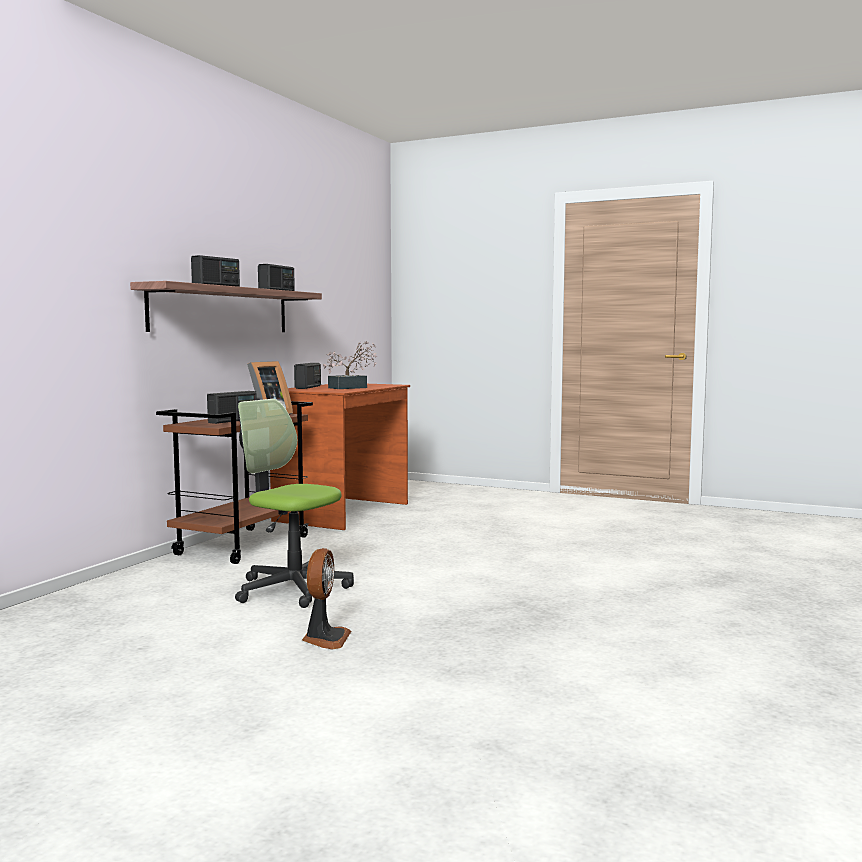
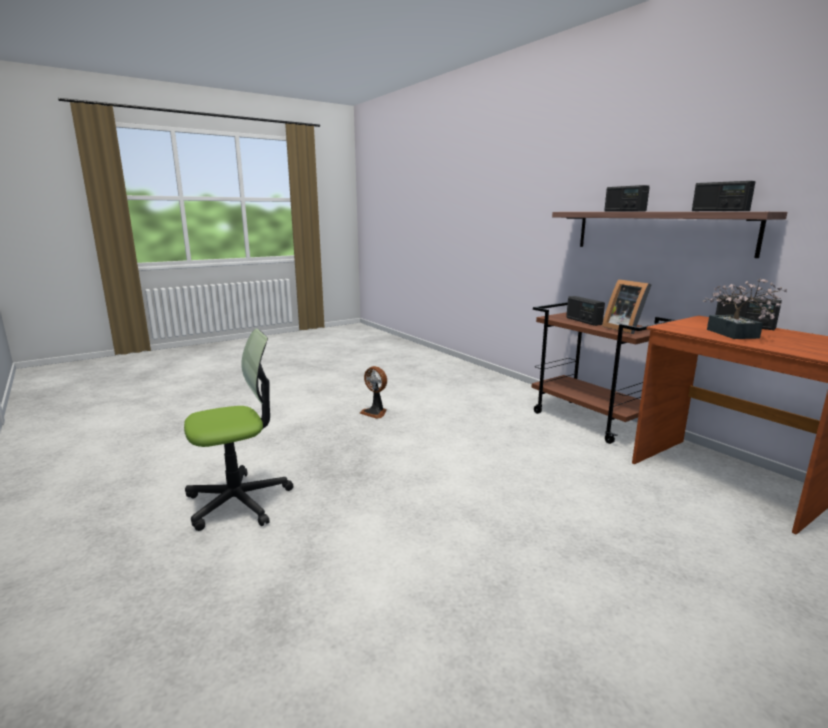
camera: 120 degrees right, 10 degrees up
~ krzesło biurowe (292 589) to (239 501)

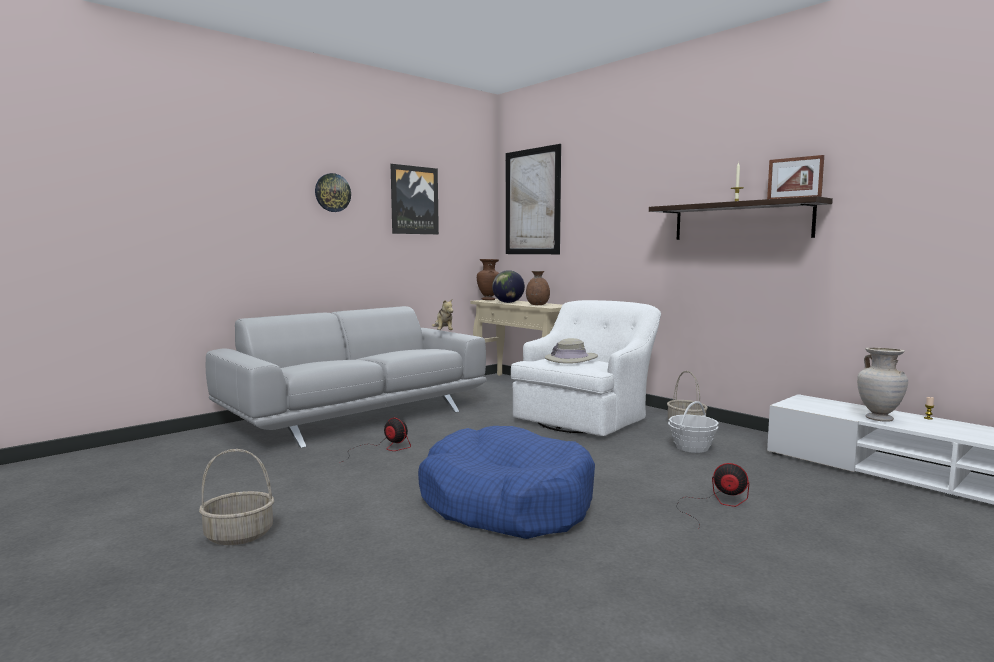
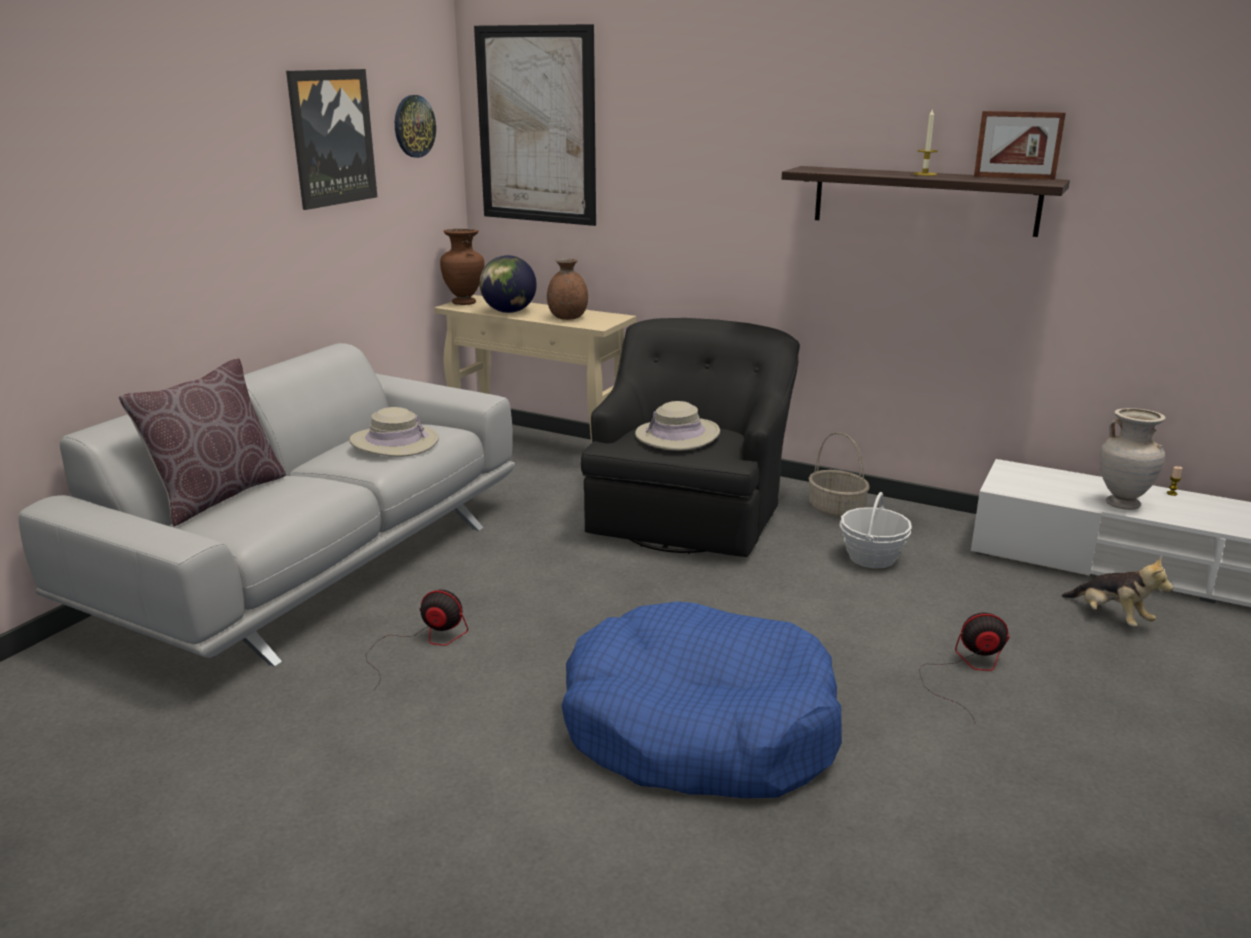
camera: 20 degrees left, 15 degrees up
~ zegar ścienny (332 192) to (414 126)
~ pluszak (443 333) to (1111 617)
~ fotel (biały) (586 417) to fotel (czarny) (689 513)
- koszyk (238 535)
+ poduszka (brązowy) (217 496)
+ kapelusz (beżowy) (394 442)

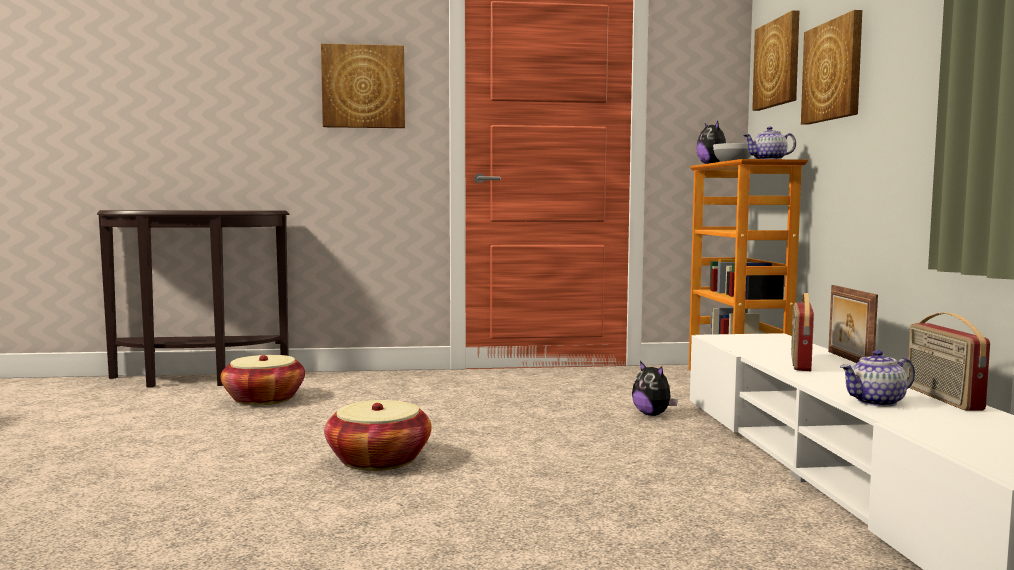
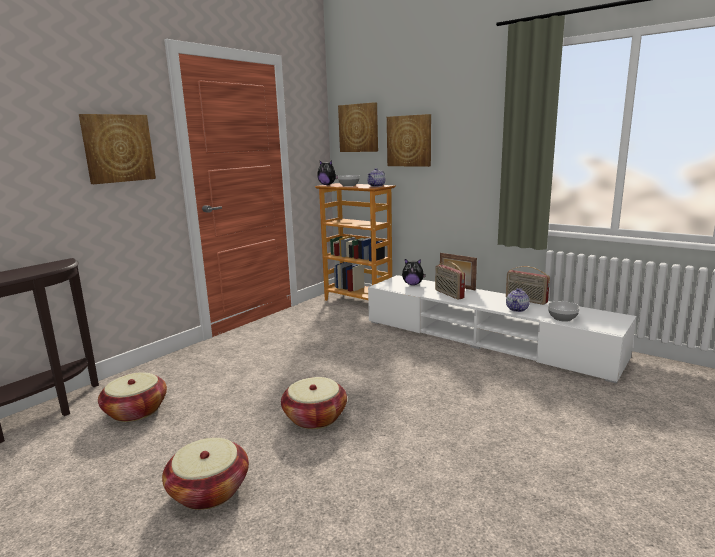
camera: 45 degrees left, 10 degrees up
~ pluszak (652 414) to (413 284)
+ miska (562 318)
+ koszyk (209 490)

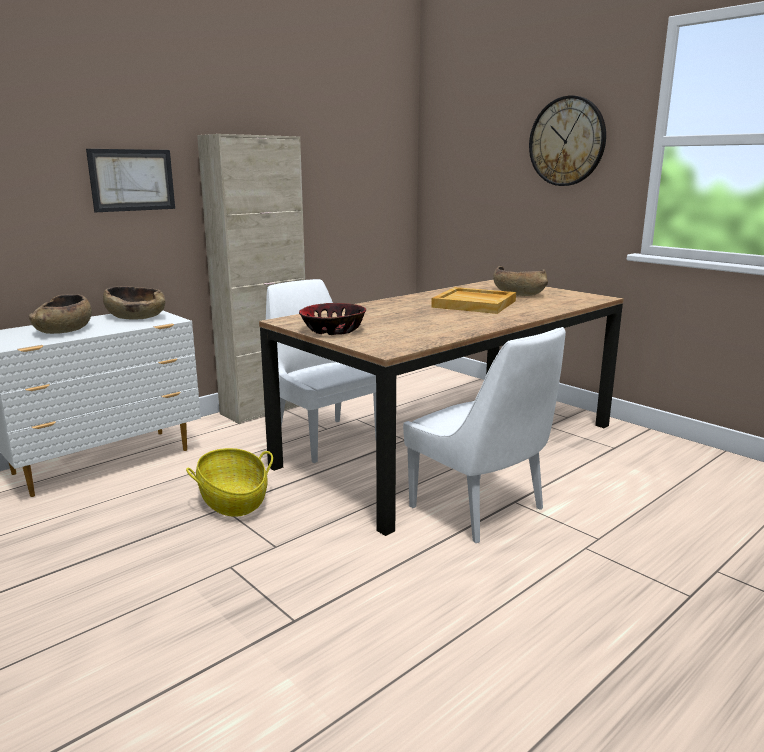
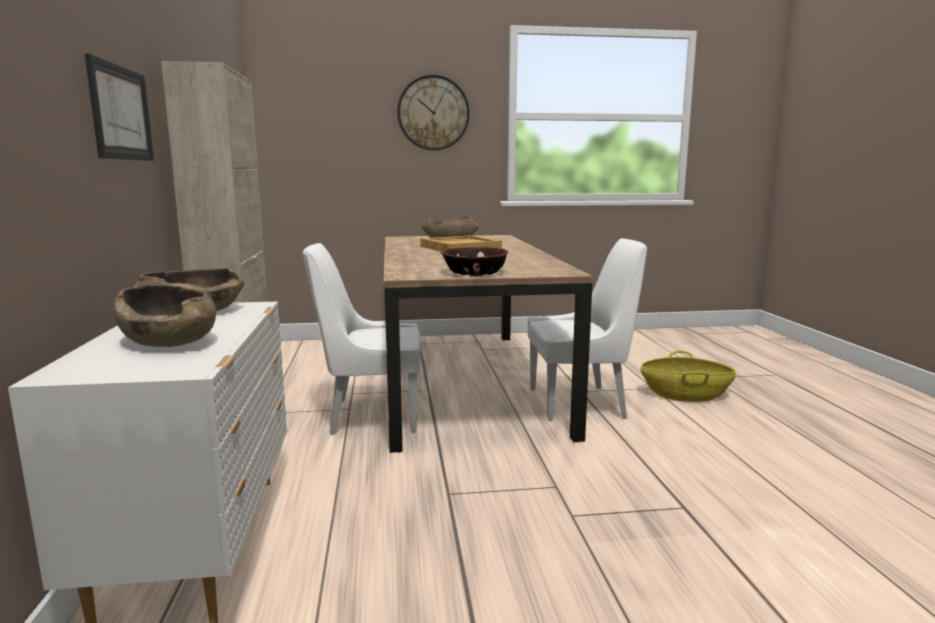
camera: 55 degrees left, 5 degrees down
~ koszyk (233 500) to (685 394)

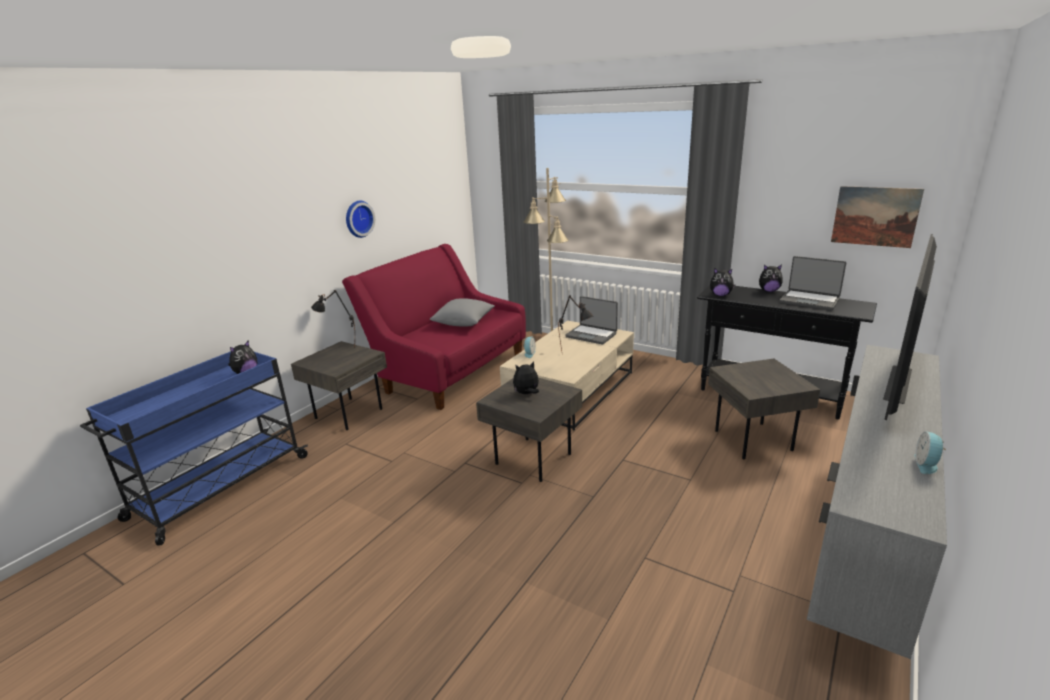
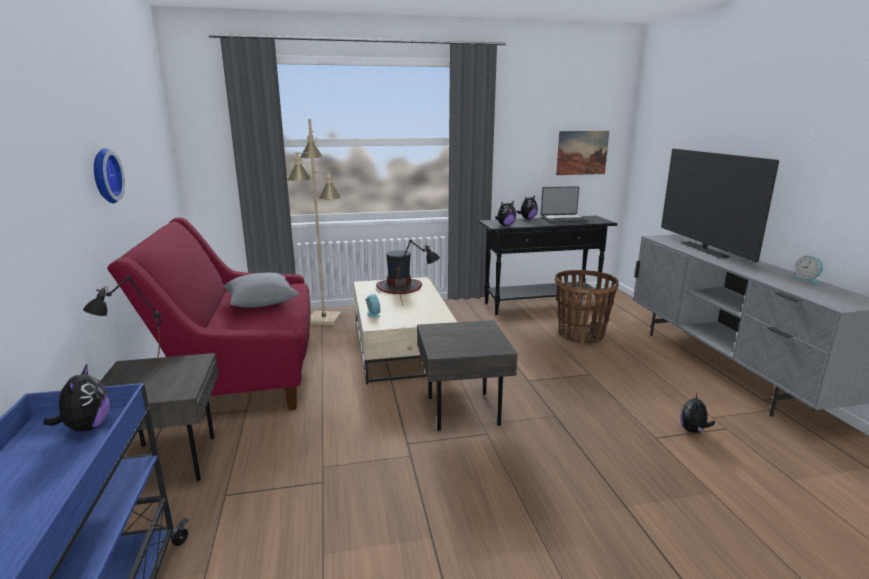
camera: 45 degrees left, 5 degrees down
~ laptop (591 335) to kapelusz (399 286)
~ stolik (szary) (755 441) to koszyk (581 335)
~ pluszak (527 394) to (693 431)

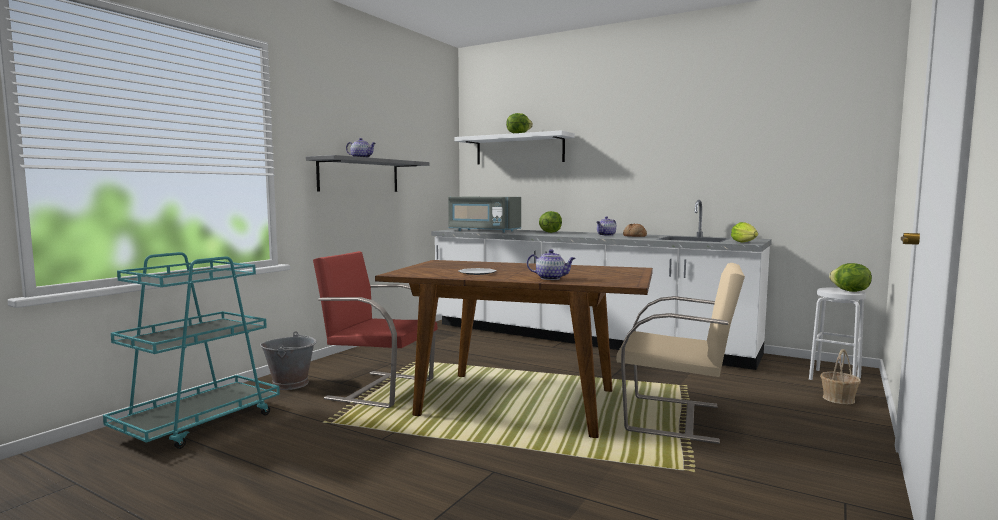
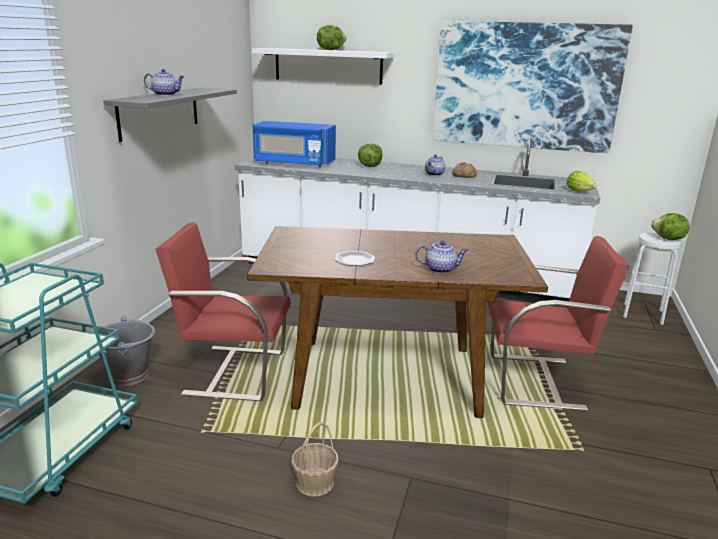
camera: 15 degrees left, 15 degrees up
~ mikrofalówka (szary) (483 231) to mikrofalówka (niebieski) (294 163)
~ krzesło (beżowy) (676 418) to krzesło (czerwony) (537 381)
~ koszyk (838 399) to (314 482)
+ obraz (525 86)

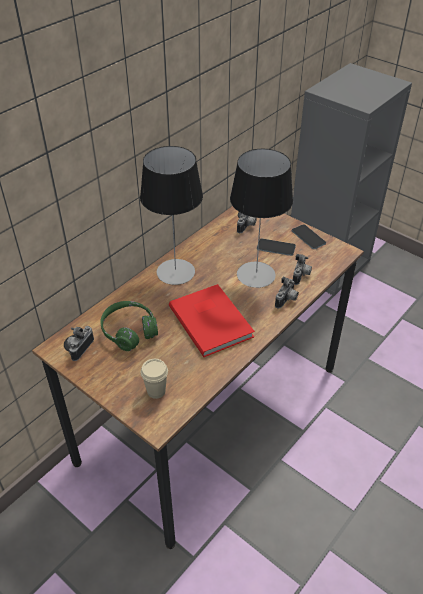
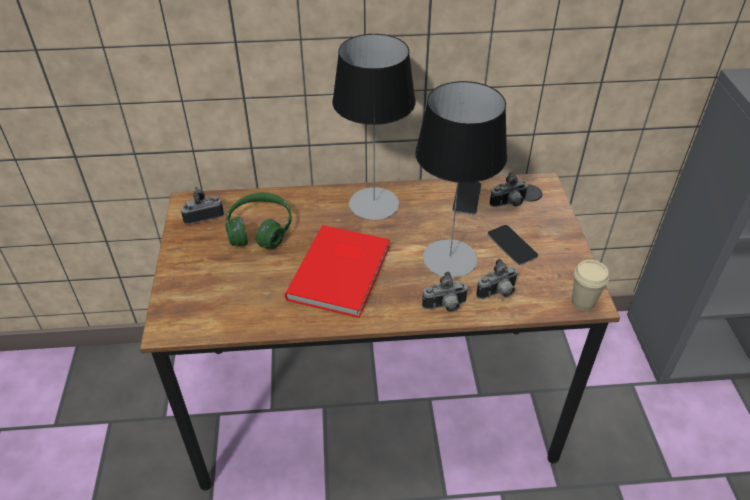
camera: 45 degrees right, 0 degrees up
~ telefon (308 237) to (467 197)
~ filiżanka (beżowy) (156 391) to (582 302)

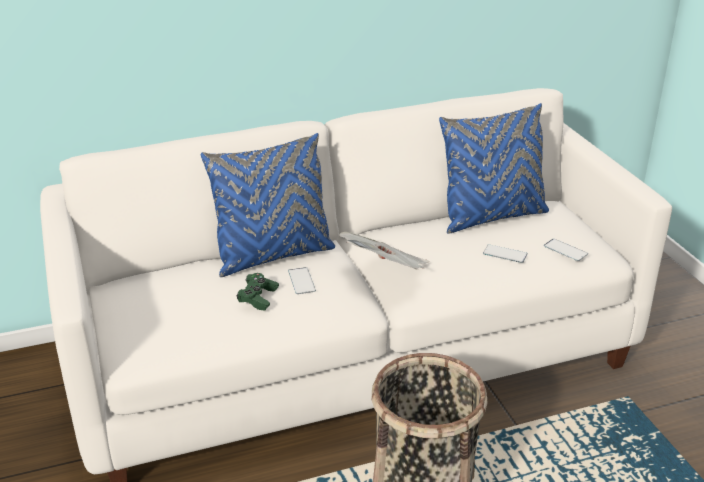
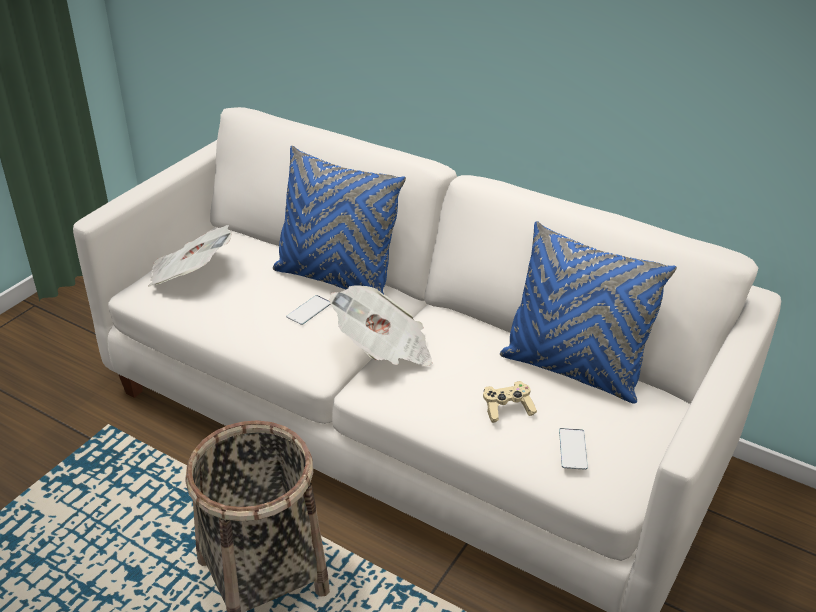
camera: 50 degrees right, 5 degrees up
~ telefon (505 254) to pad do gier (beżowy) (507 409)
- pad do gier (zielony) (258 298)
+ gazeta (191 276)

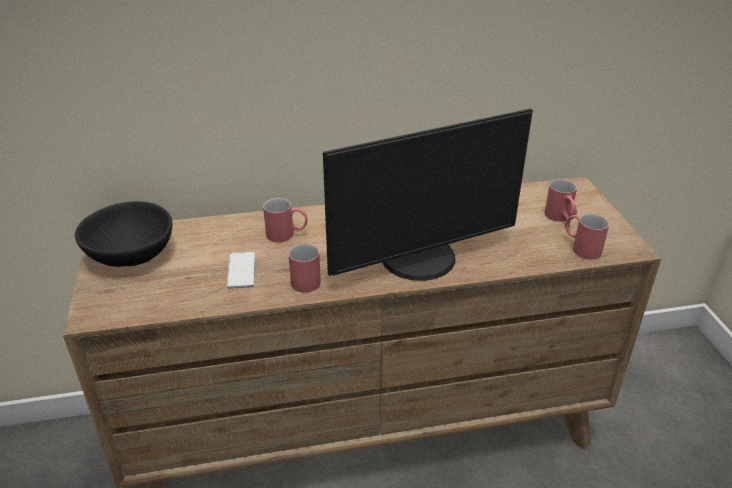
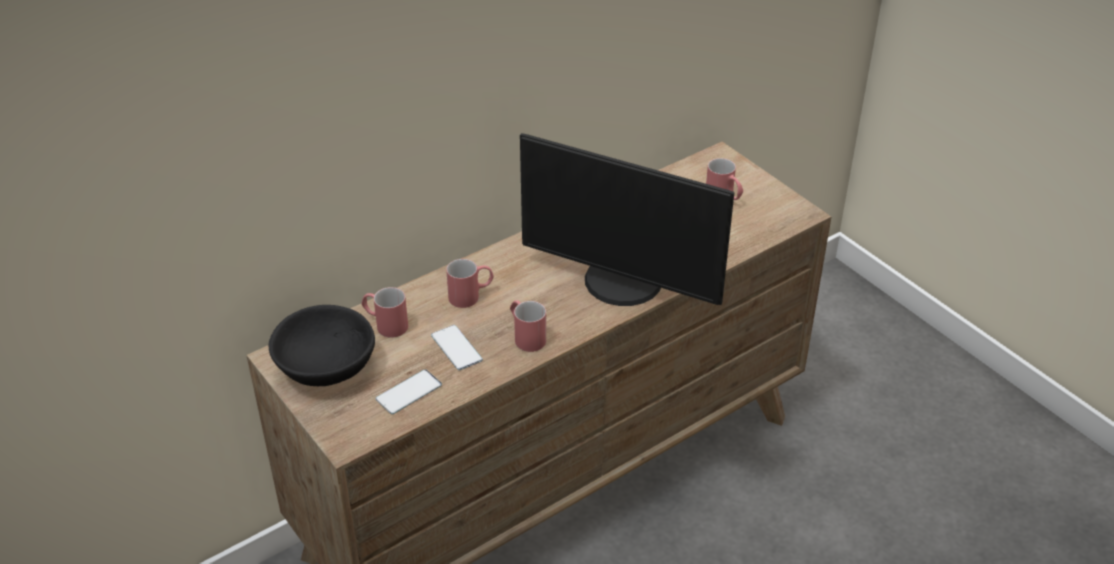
camera: 25 degrees left, 5 degrees up
~ monitor (420 260) = (621 283) 75 degrees clockwise
~ kubek (czerwony) (580 247) to (385 324)
+ telefon (409 392)

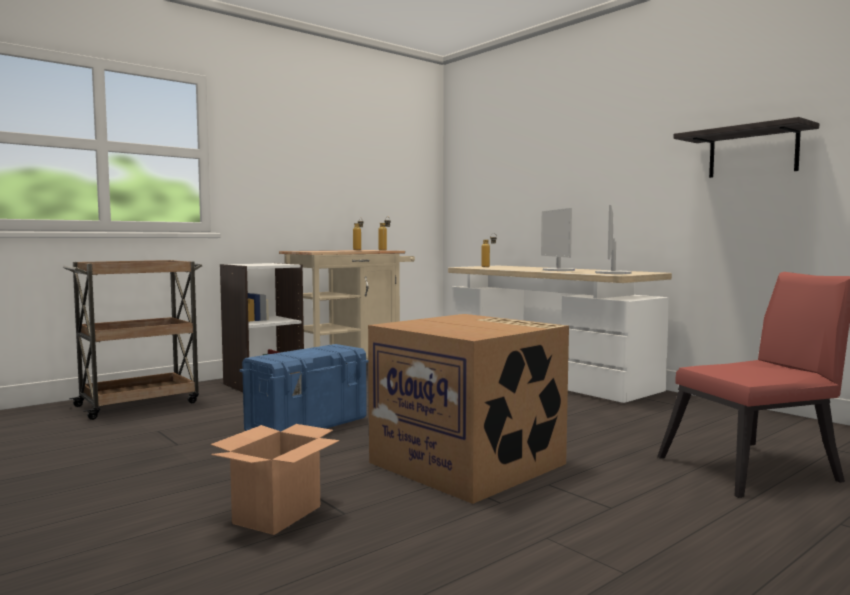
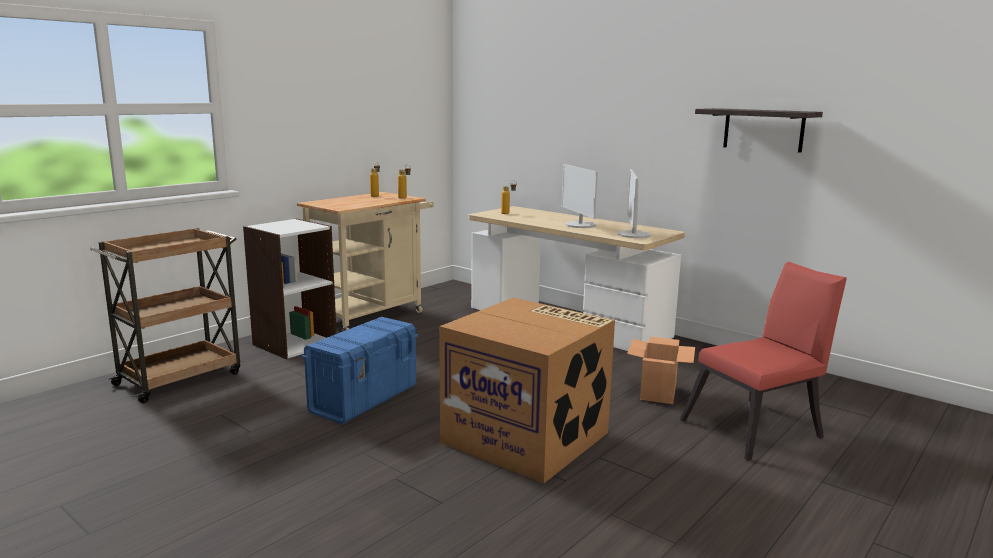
camera: 10 degrees left, 10 degrees up
~ karton (277 514) to (658 392)

